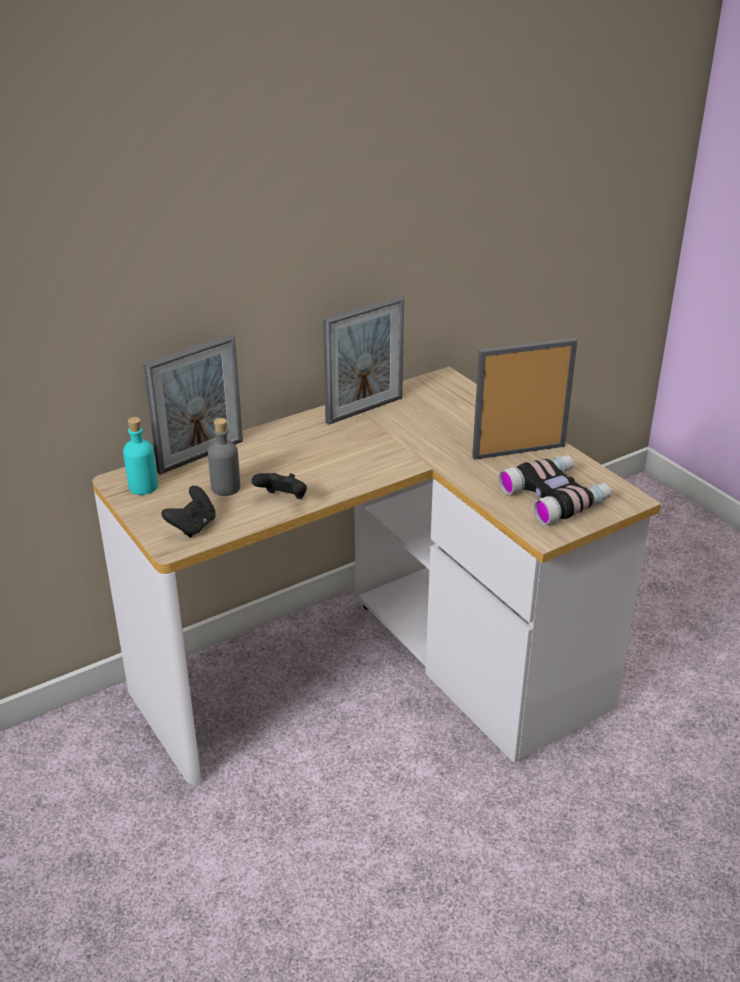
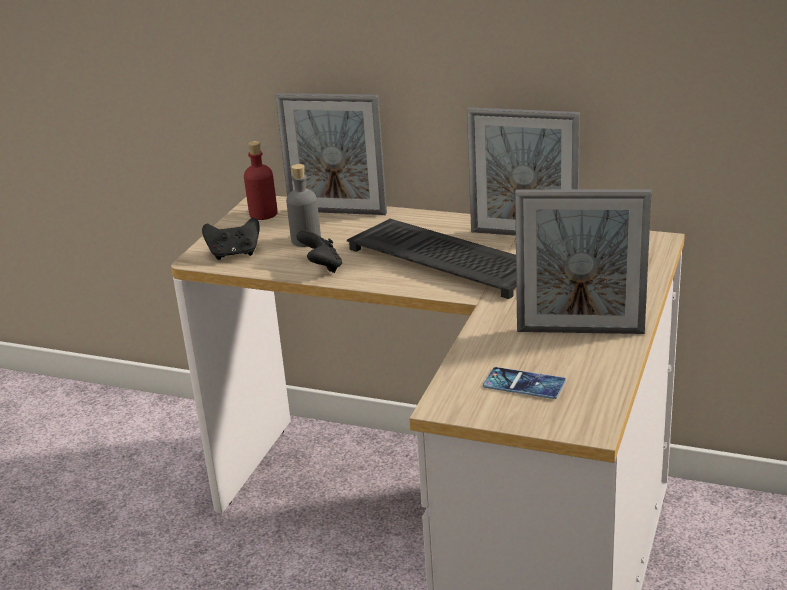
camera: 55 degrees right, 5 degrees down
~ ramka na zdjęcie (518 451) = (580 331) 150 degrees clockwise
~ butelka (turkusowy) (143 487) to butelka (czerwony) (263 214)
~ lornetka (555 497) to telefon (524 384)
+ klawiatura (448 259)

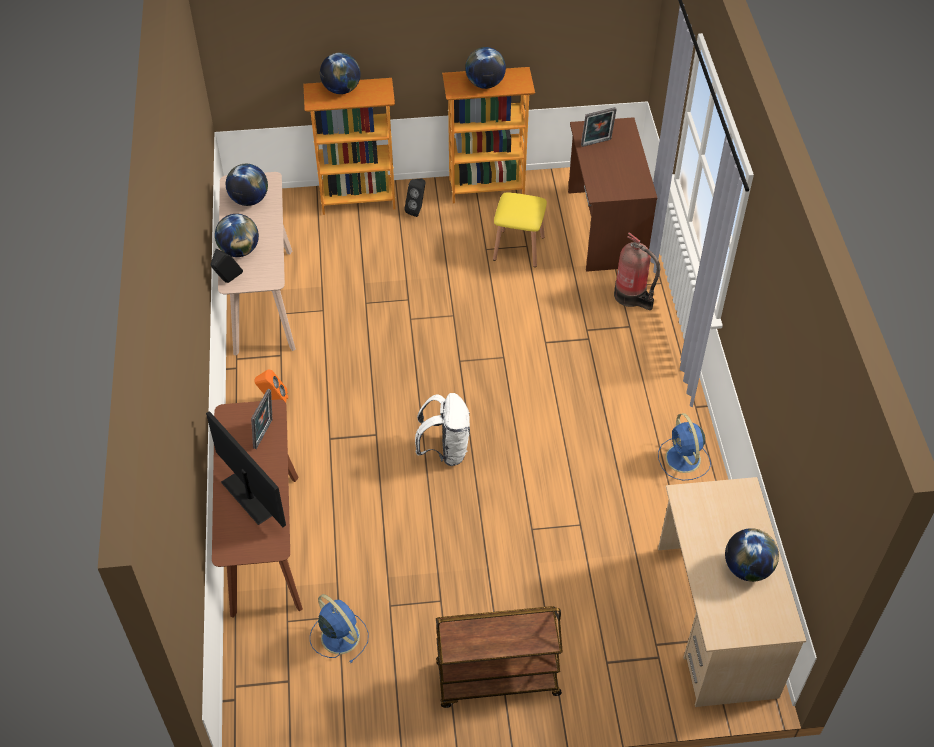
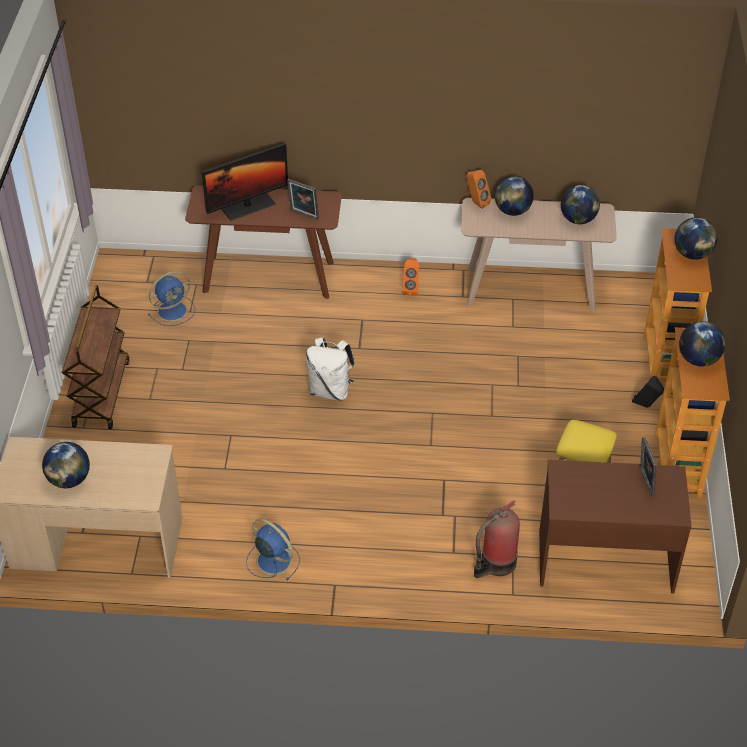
camera: 100 degrees right, 5 degrees down
~ głośnik (czarny) (228 281) to głośnik (pomarańczowy) (476 203)
~ wentylator (niebieski) (683 460) = (272 559) 45 degrees clockwise

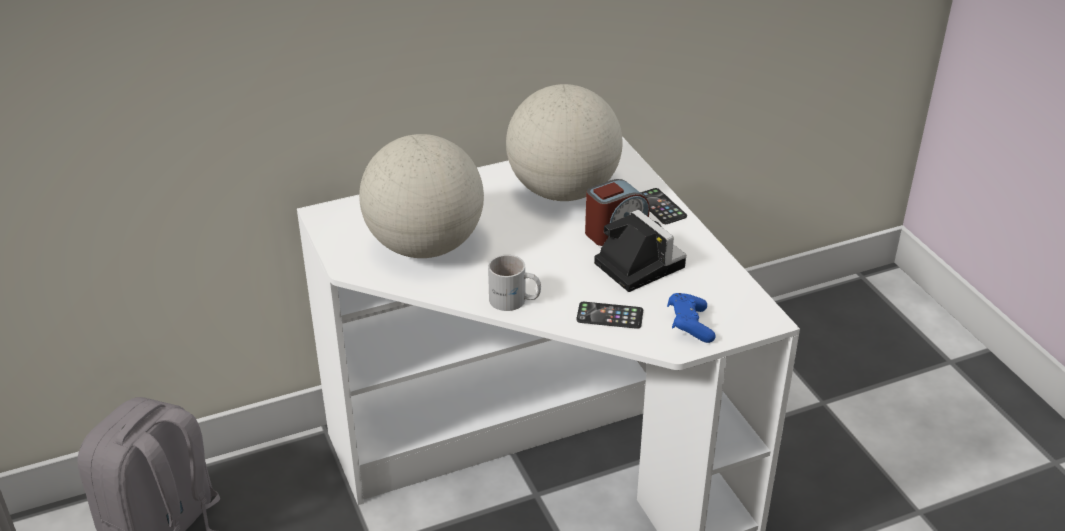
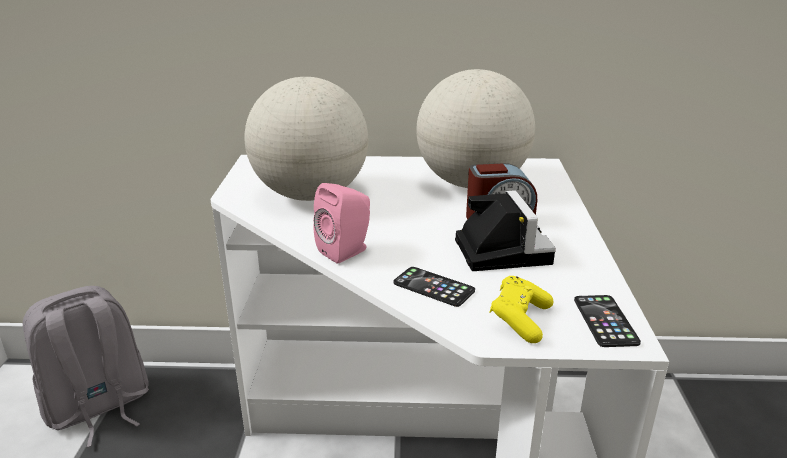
camera: 25 degrees right, 10 degrees down
~ telefon (660 207) to (605 321)
~ kubek (biały) (514 301) to głośnik (różowy) (347 251)
~ pad do gier (niebieski) (689 326) to pad do gier (żółty) (519 320)

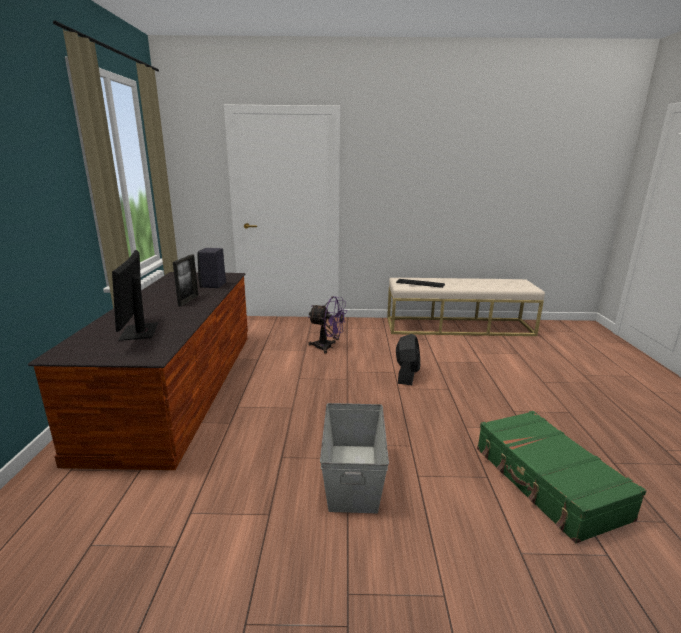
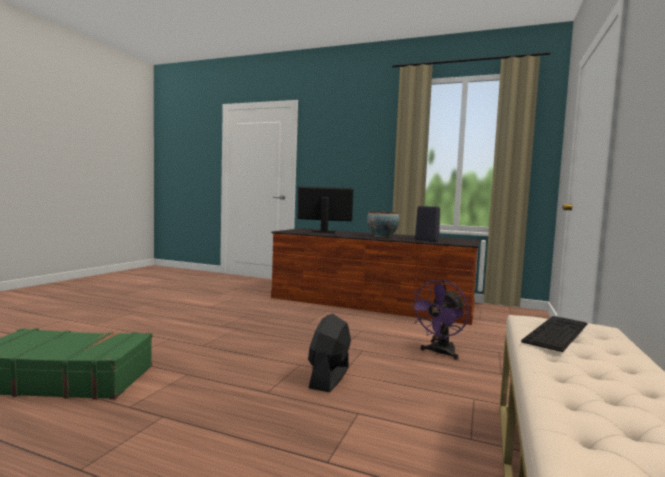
camera: 110 degrees right, 15 degrees down
~ ramka na zdjęcie (188 300) to miska (382 236)
~ wentylator (czarny) (407 375) = (329 378) 75 degrees clockwise
- pojemnik do przechowywania (szary) (354 475)

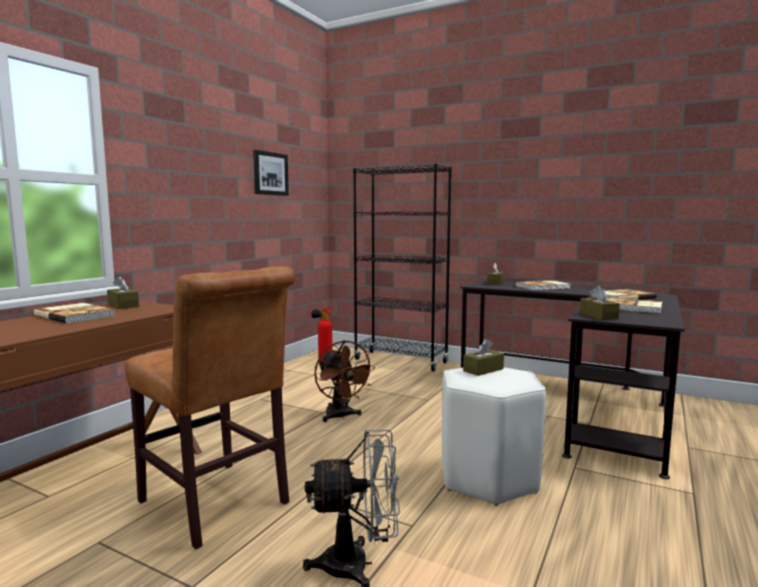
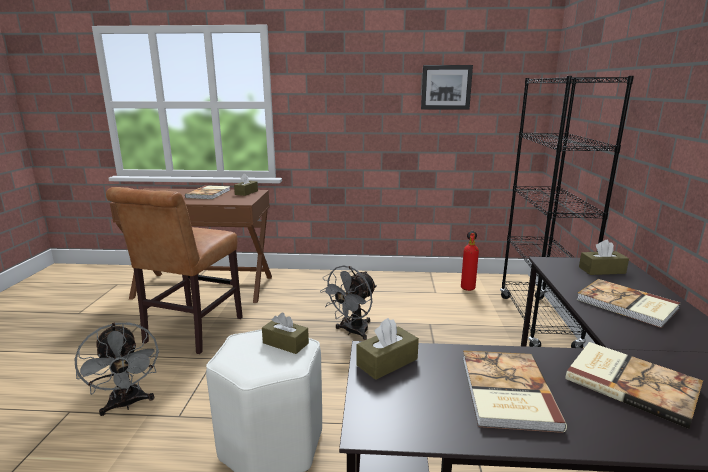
camera: 65 degrees right, 10 degrees up
~ wentylator (brązowy) (341 416) to wentylator (szary) (352 332)

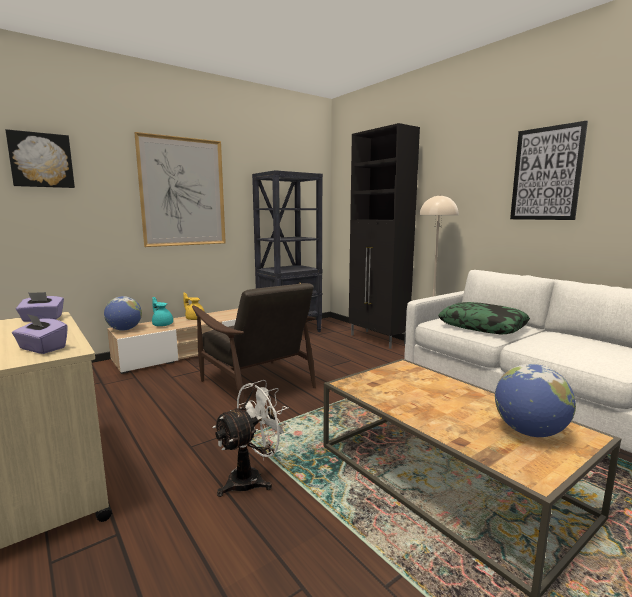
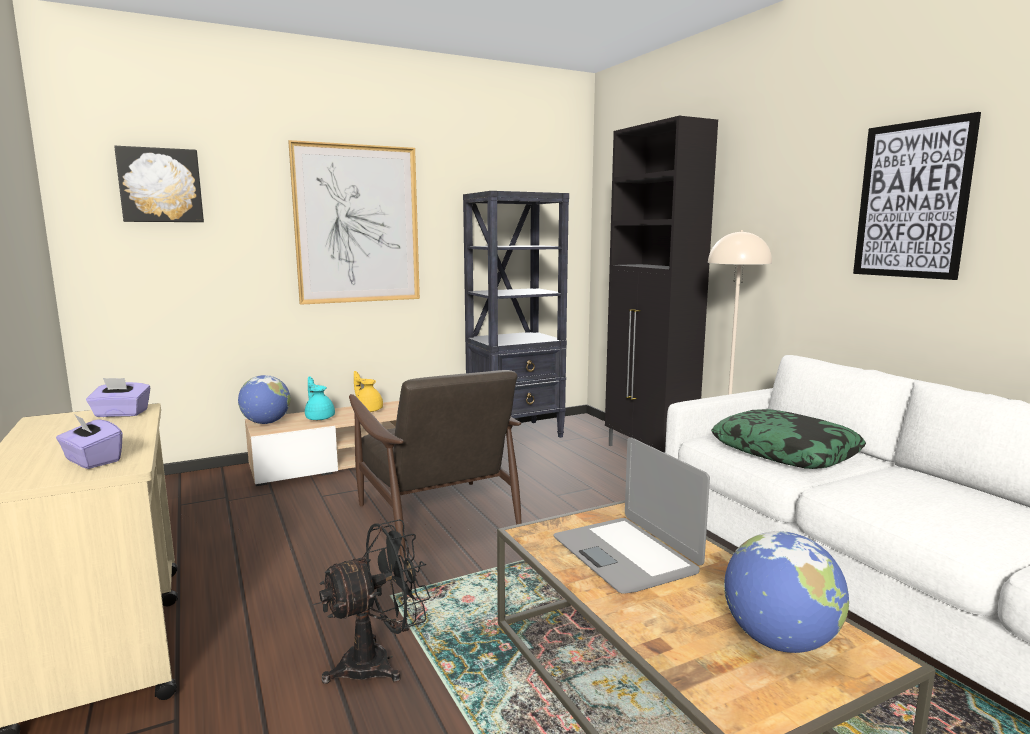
camera: 10 degrees right, 0 degrees up
~ wentylator (biały) (252 478) to wentylator (czarny) (379 662)
+ laptop (625 555)

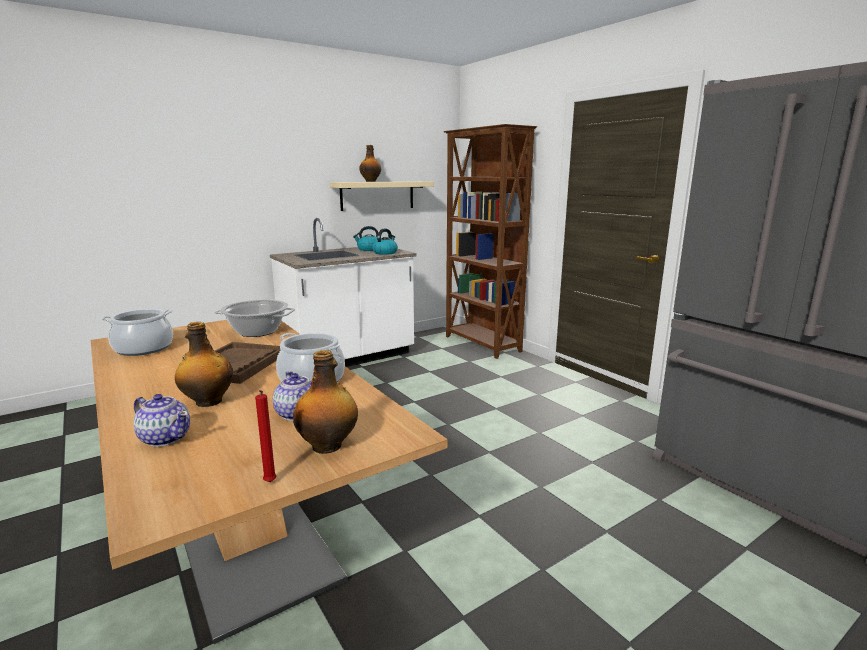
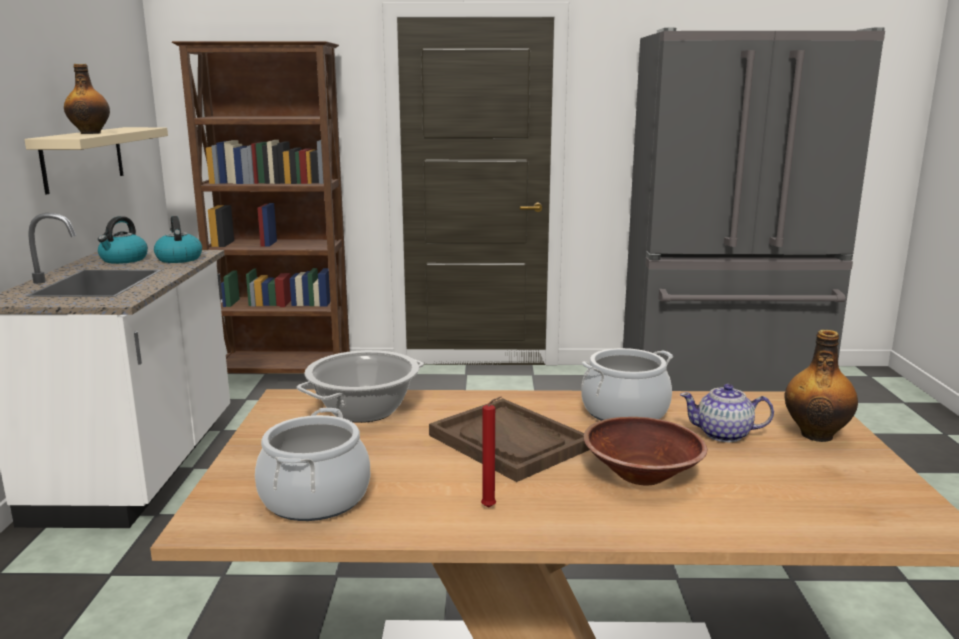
camera: 55 degrees left, 0 degrees up
~ butelka (208 402) to miska (brązowy) (641 474)
~ świeca (czerwony) (270 483) to (491 508)
- imbryk (165 438)

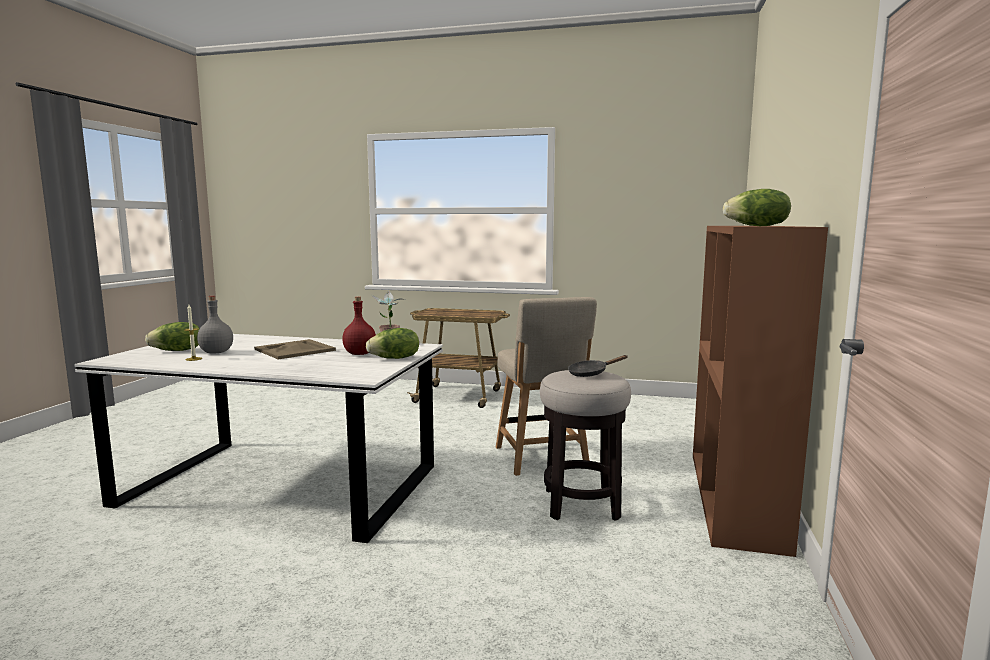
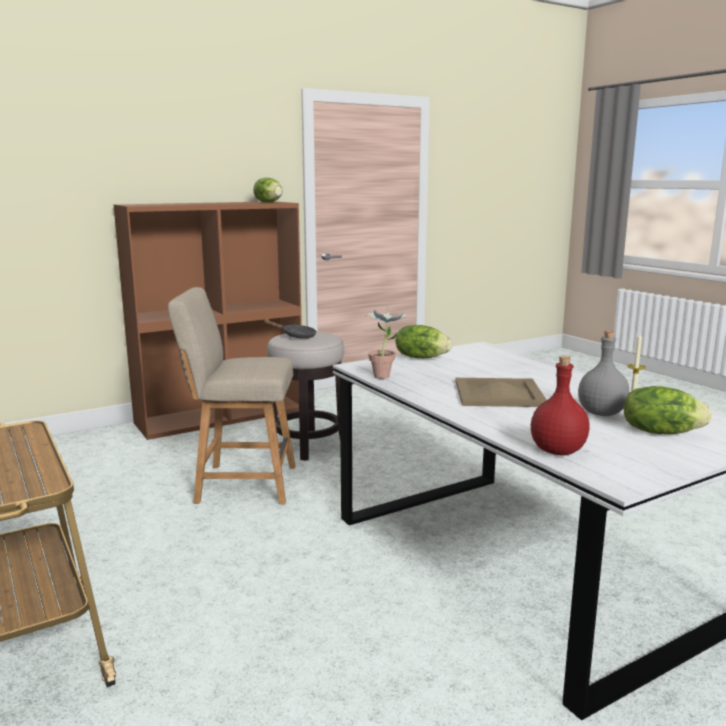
camera: 135 degrees left, 5 degrees up
~ butelka (czerwony) (360 354) to (557 451)
~ krzesło (beżowy) (542 459) = (241 484) 120 degrees counterclockwise

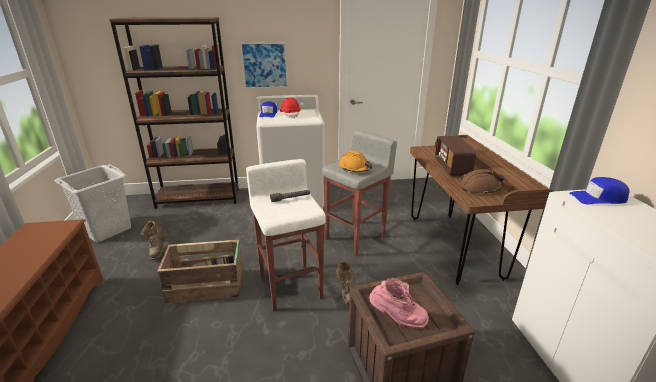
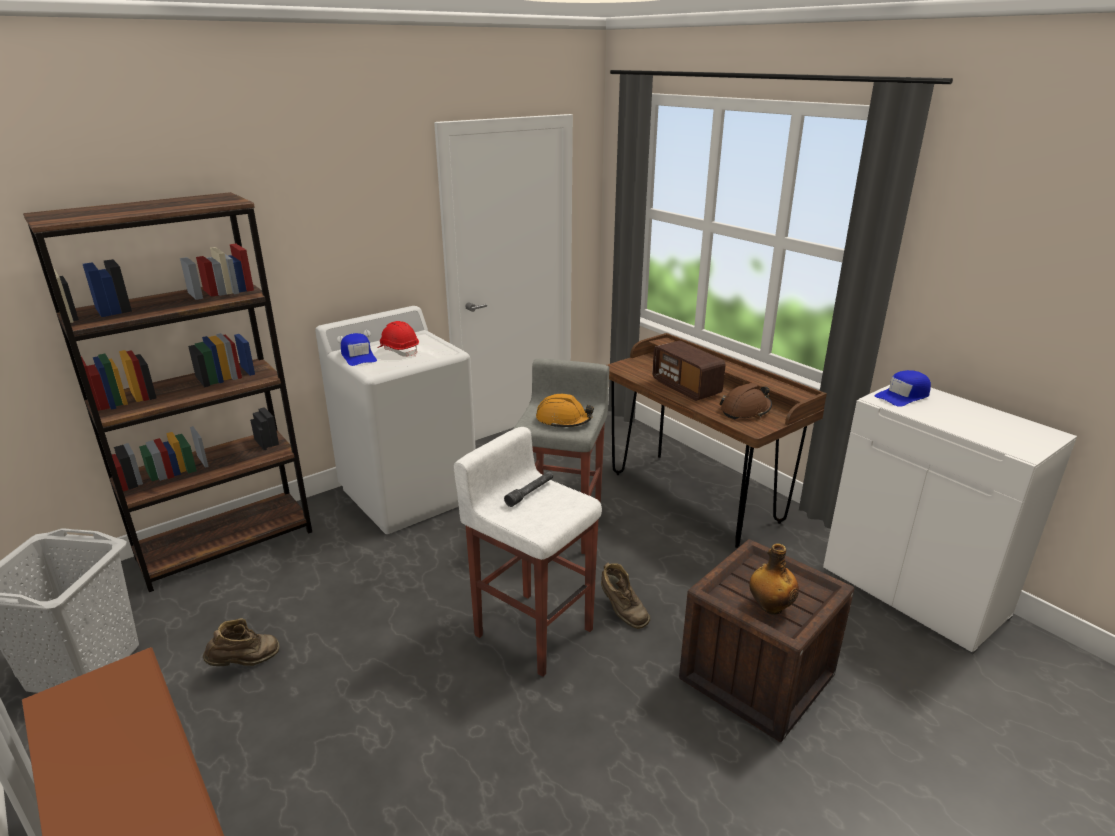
camera: 30 degrees left, 0 degrees up
- obraz (264 65)
~ but z cholewką (brązowy) (158 250) = (246 663) 90 degrees counterclockwise
- skrzynka (207 285)
~ but z cholewką (różowy) (397 319) to butelka (770 607)

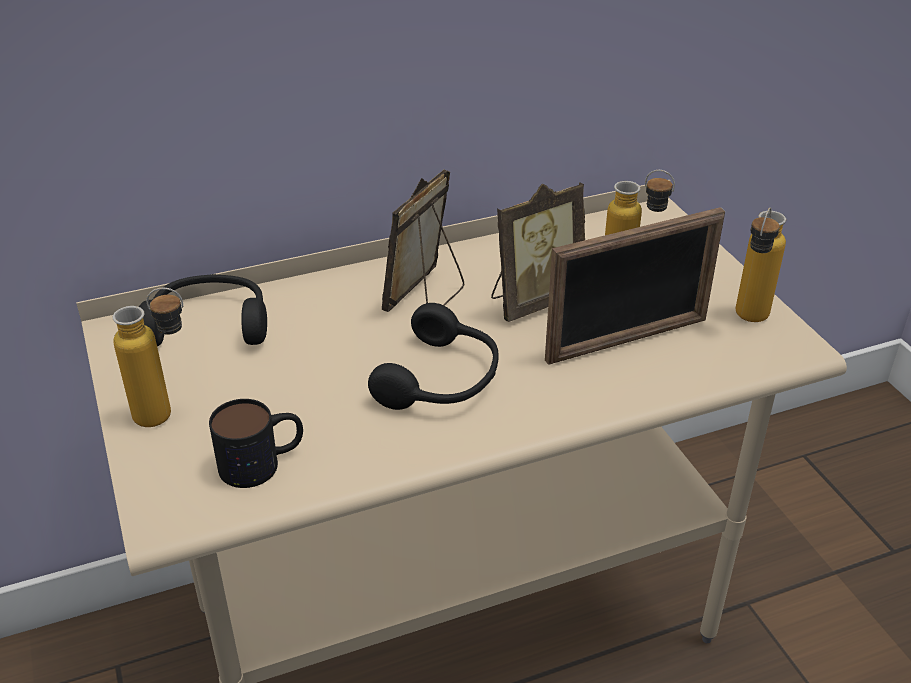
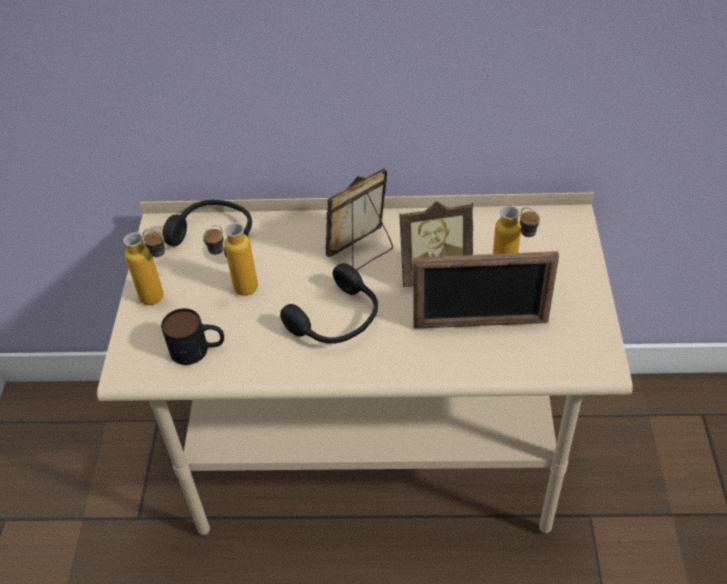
camera: 25 degrees right, 10 degrees up
~ butelka (748 321) to (237 293)

